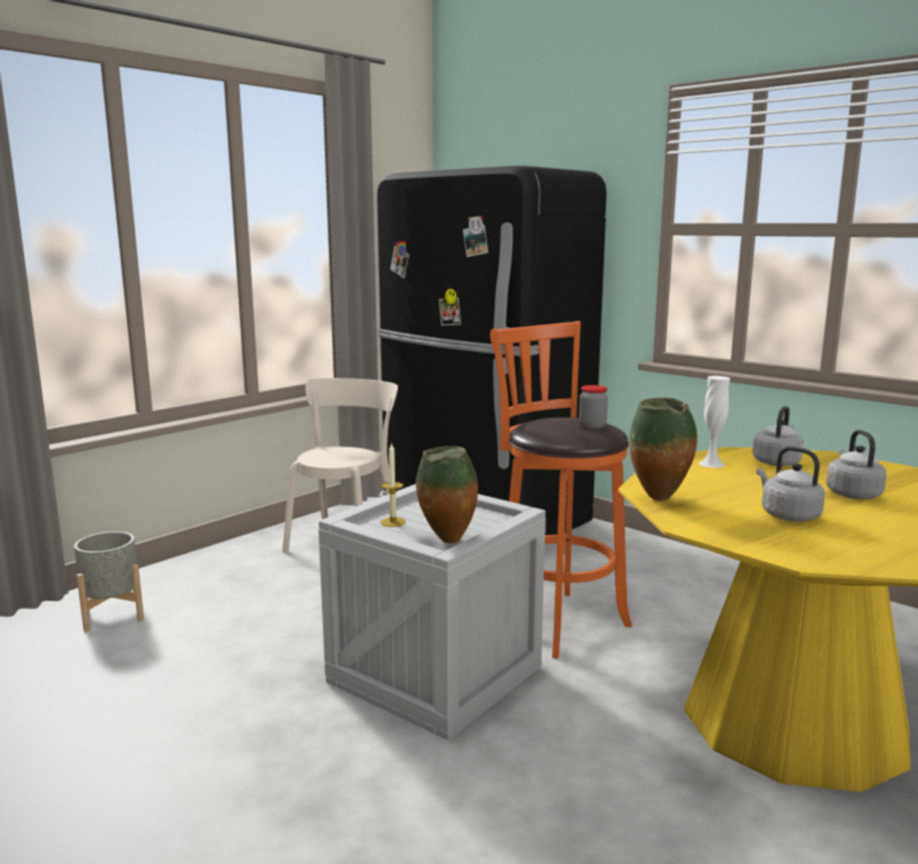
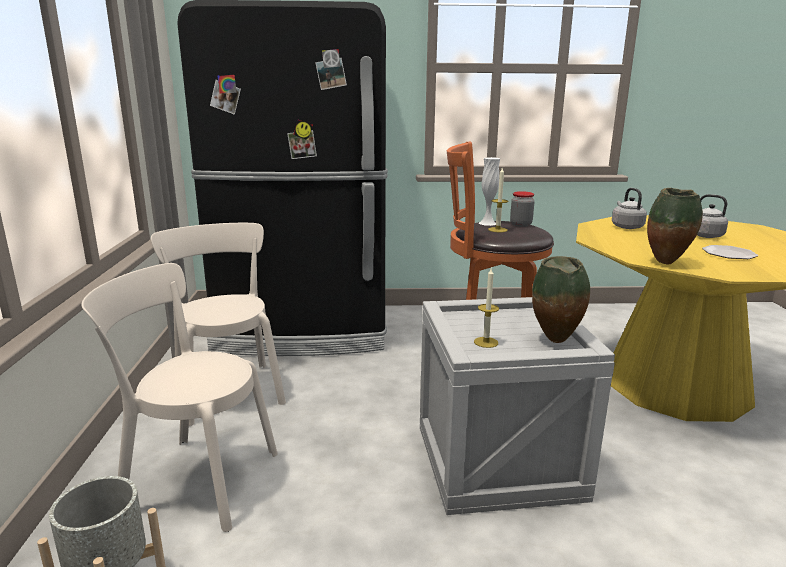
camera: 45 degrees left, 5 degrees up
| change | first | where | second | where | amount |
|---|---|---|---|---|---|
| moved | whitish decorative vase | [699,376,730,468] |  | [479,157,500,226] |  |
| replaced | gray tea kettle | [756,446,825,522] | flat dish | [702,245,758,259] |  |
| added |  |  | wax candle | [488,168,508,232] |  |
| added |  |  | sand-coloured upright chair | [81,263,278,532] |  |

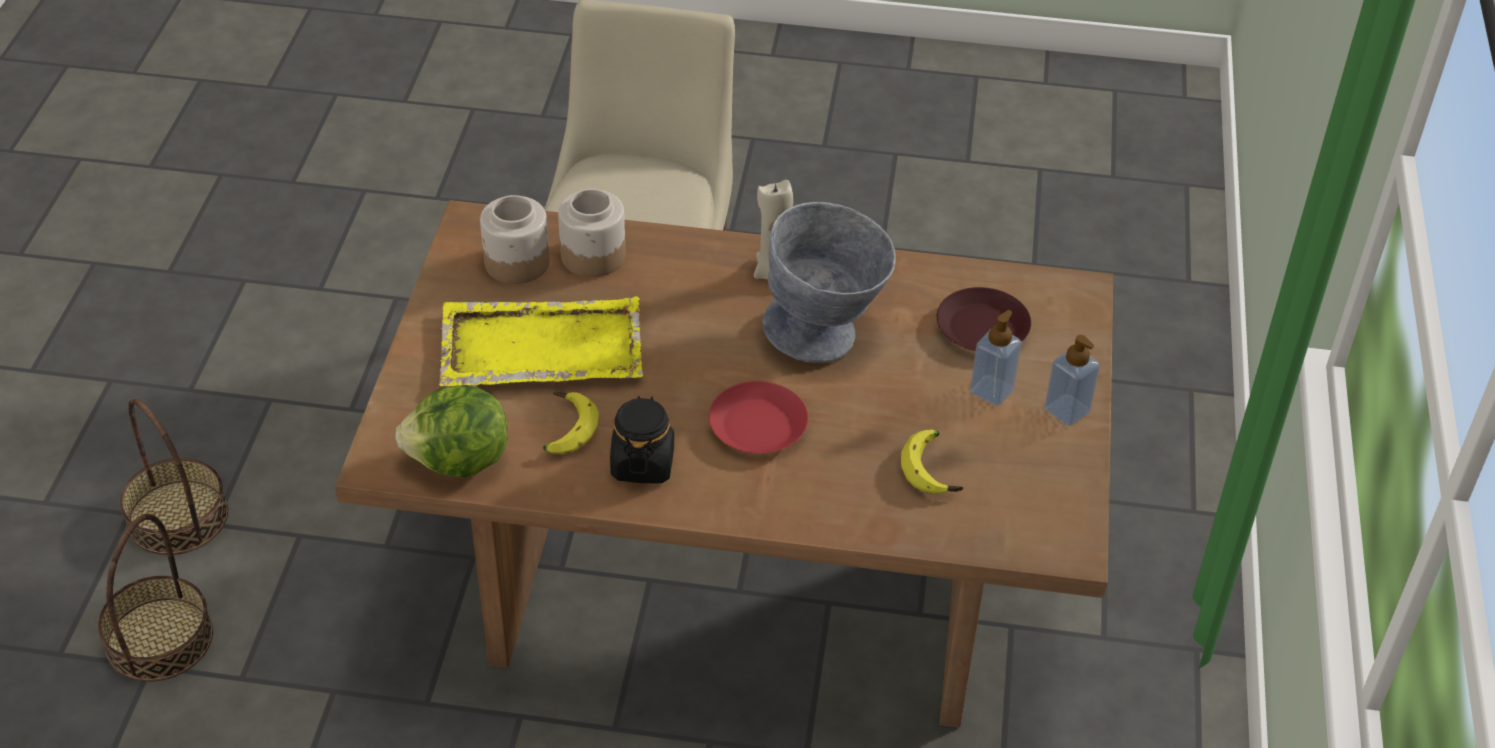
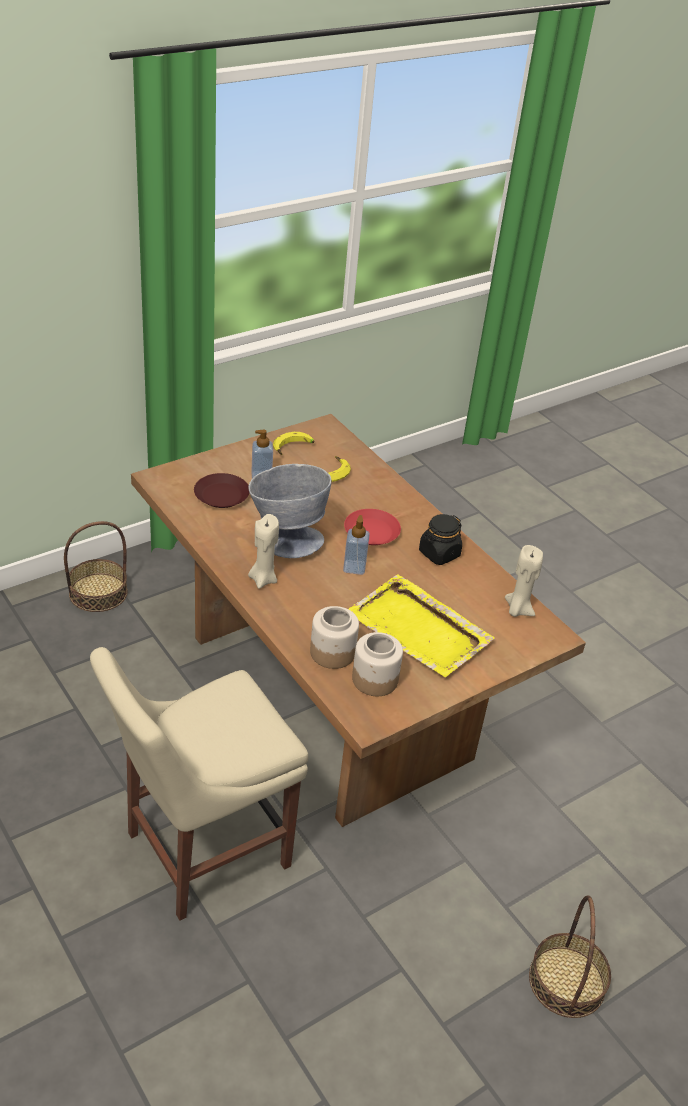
camera: 135 degrees left, 5 degrees down
| change | first | where | second | where | amount |
|---|---|---|---|---|---|
| moved | soap bottle | [1044,335,1100,426] |  | [343,515,370,575] |  |
| replaced | lettuce | [395,385,508,478] | sand-coloured wax candle | [505,545,543,617] |  |
| moved | whole banana | [543,391,599,454] |  | [273,432,314,455] |  |
| moved | storage basket | [98,514,213,682] |  | [64,521,128,612] |  |

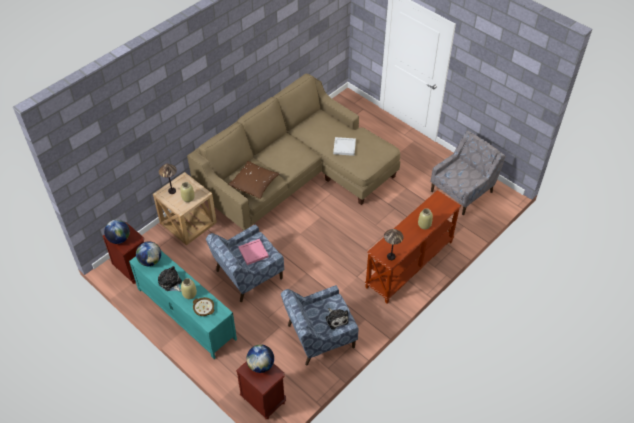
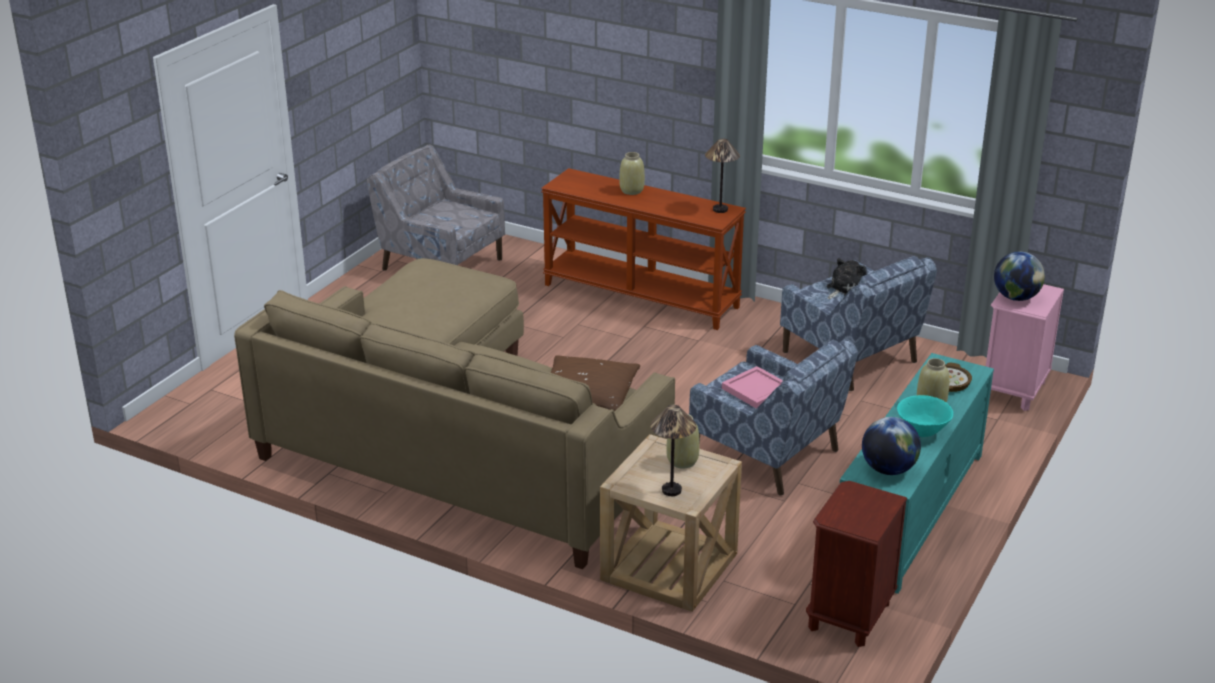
camera: 105 degrees left, 20 degrees down
| change | first | where | second | where | amount |
|---|---|---|---|---|---|
| removed | whitish tray | [333,137,356,156] |  |  |  |
| removed | world globe | [104,219,130,244] |  |  |  |
| replaced | soft toy | [158,266,182,292] | turquoise-coloured serving bowl | [897,395,953,437] |  |
| recoloured | brownish nightstand | [236,361,286,419] | pinkish nightstand | [986,284,1064,411] |  |

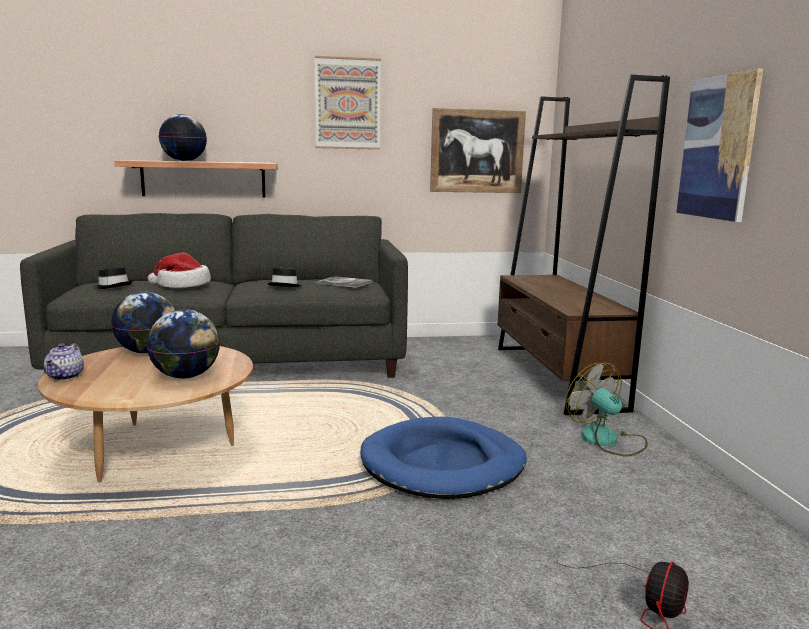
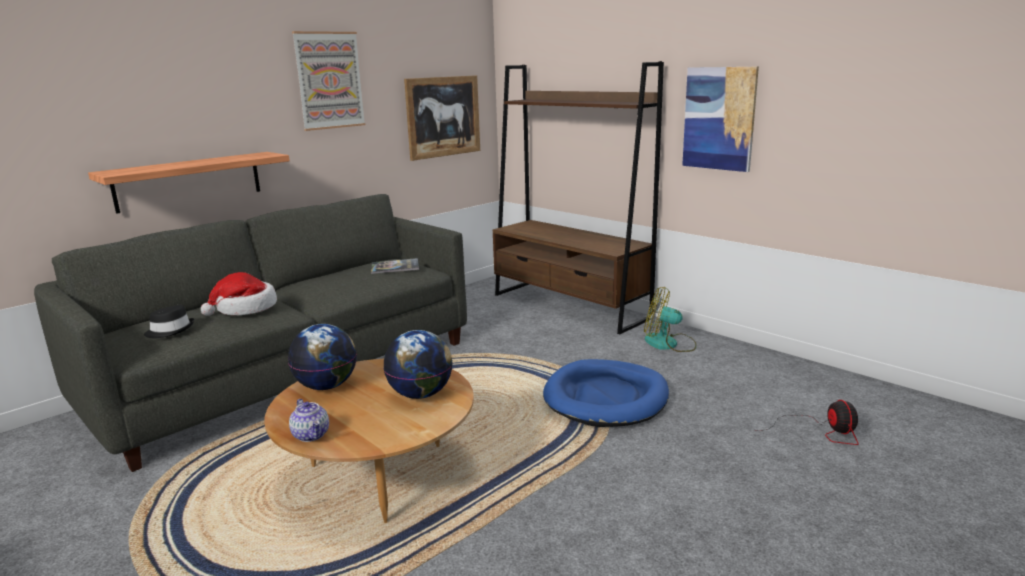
camera: 35 degrees left, 5 degrees up
| change | first | where | second | where | amount |
|---|---|---|---|---|---|
| removed | world globe | [159,114,207,161] |  |  |  |
| removed | black clothing hat | [267,268,302,287] |  |  |  |

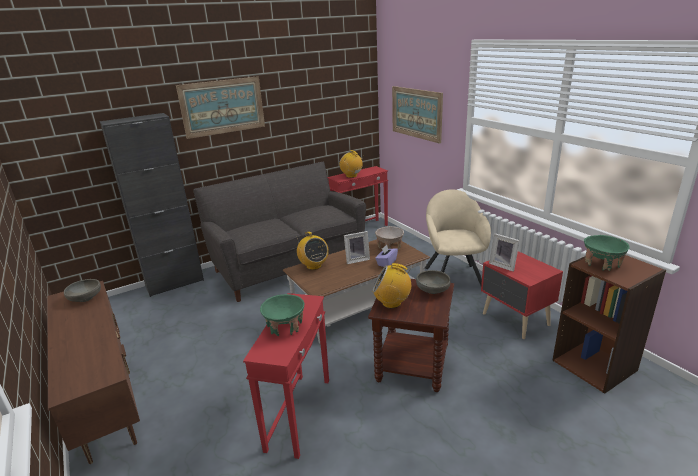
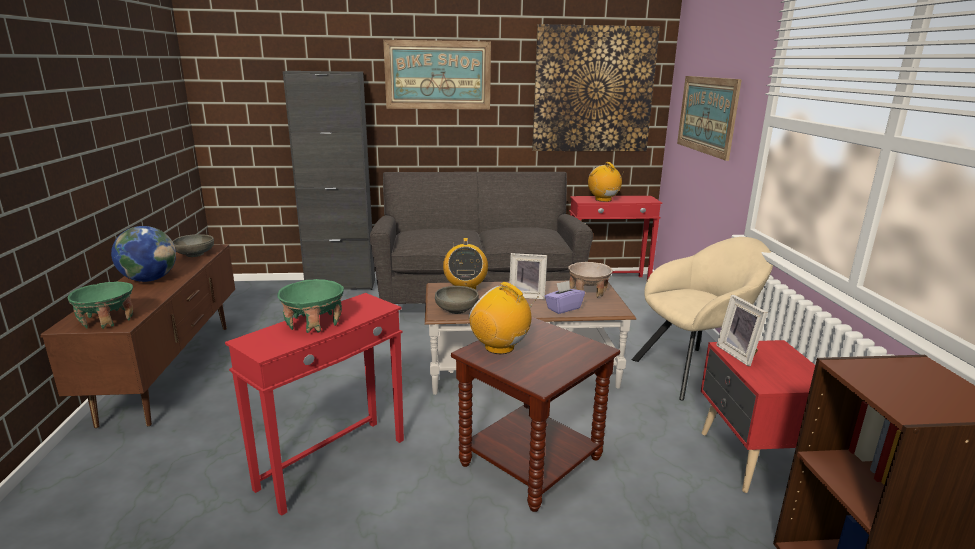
camera: 25 degrees right, 5 degrees down
| change | first | where | second | where | amount |
|---|---|---|---|---|---|
| turned | sand-coloured easy chair | [425,189,491,285] |  | [632,237,773,401] | 45 degrees clockwise |
| moved | green serving bowl | [584,235,630,271] |  | [67,282,133,329] |  |
| moved | gray serving bowl | [416,270,451,294] |  | [435,286,479,314] |  |
| added |  |  | wall art | [532,24,660,151] |  |
| added |  |  | world globe | [111,226,176,282] |  |

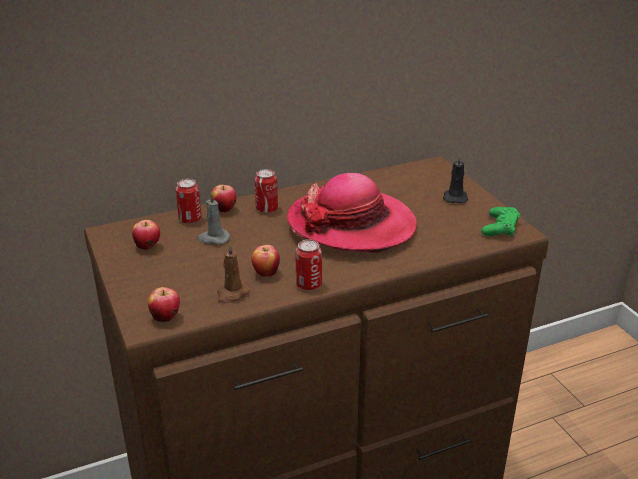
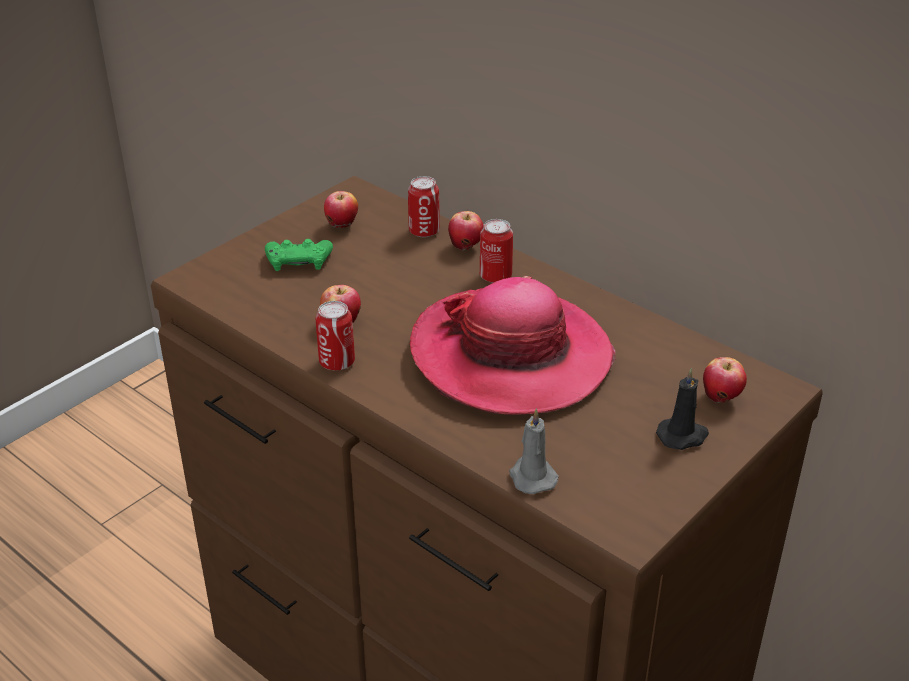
camera: 65 degrees right, 5 degrees up
| change | first | where | second | where | amount |
|---|---|---|---|---|---|
| moved | gray wax candle | [197,192,230,245] |  | [509,408,559,494] |  |
| moved | green game controller | [481,207,520,237] |  | [265,239,333,271] |  |
| removed | brownish wax candle | [217,243,250,304] |  |  |  |
| moved | apple fruit | [148,287,180,322] |  | [703,357,747,403] |  |

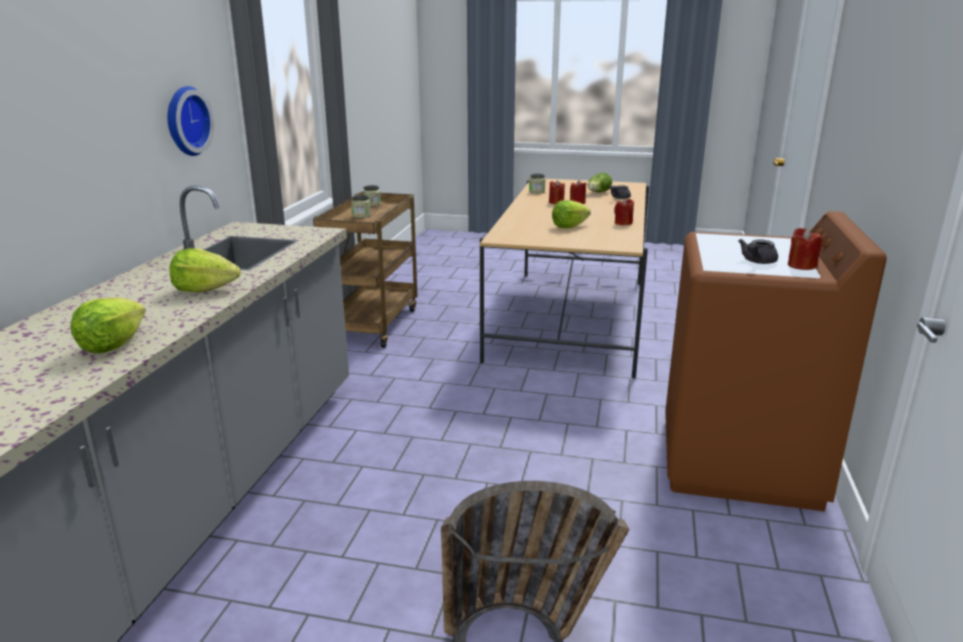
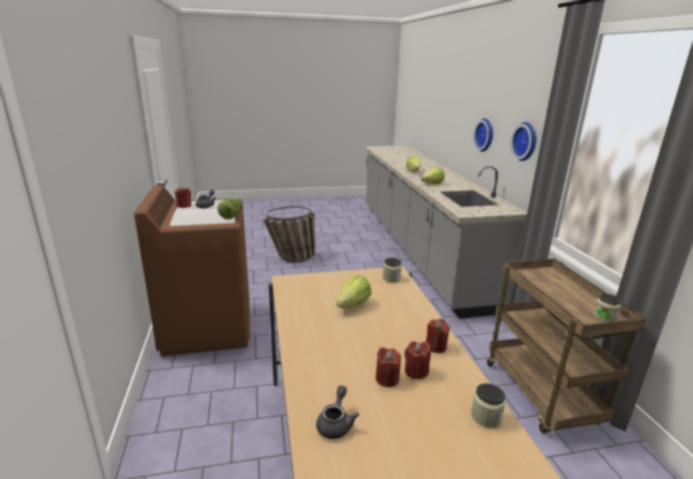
camera: 155 degrees right, 0 degrees up
| change | first | where | second | where | amount |
|---|---|---|---|---|---|
| moved | lettuce | [588,172,612,193] |  | [217,198,242,219] |  |
| moved | jar | [351,195,371,218] |  | [383,258,402,282] |  |
| moved | reddish wax candle | [614,198,634,225] |  | [426,319,450,353] |  |
| added |  |  | hanging clock | [474,118,493,152] |  |

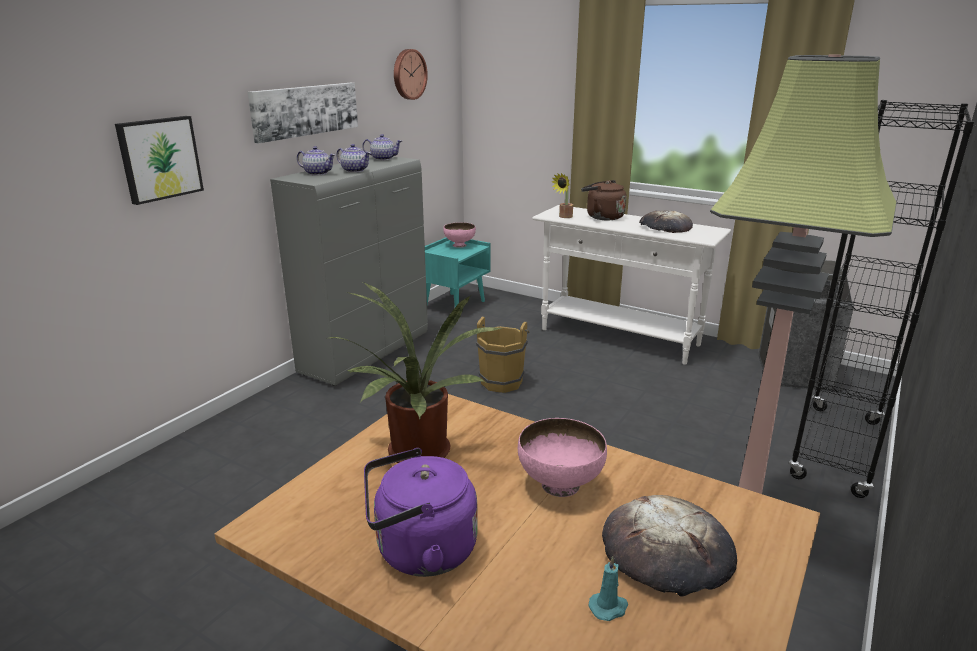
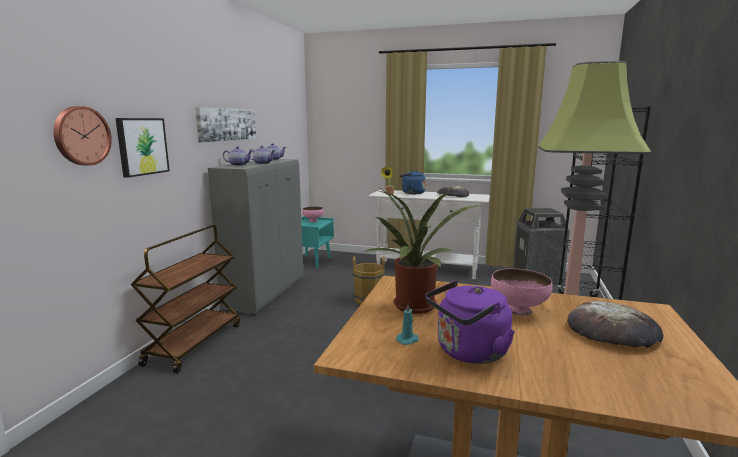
camera: 15 degrees left, 10 degrees down
| change | first | where | second | where | amount |
|---|---|---|---|---|---|
| moved | hanging clock | [394,49,428,100] |  | [53,106,112,166] |  |
| recoloured | brownish tea kettle | [581,180,626,220] | blue-coloured tea kettle | [399,170,426,194] |  |
| moved | turquoise-coloured wax candle | [588,556,628,621] |  | [396,303,419,345] |  |
| added |  |  | brownish trolley | [130,225,240,373] |  |

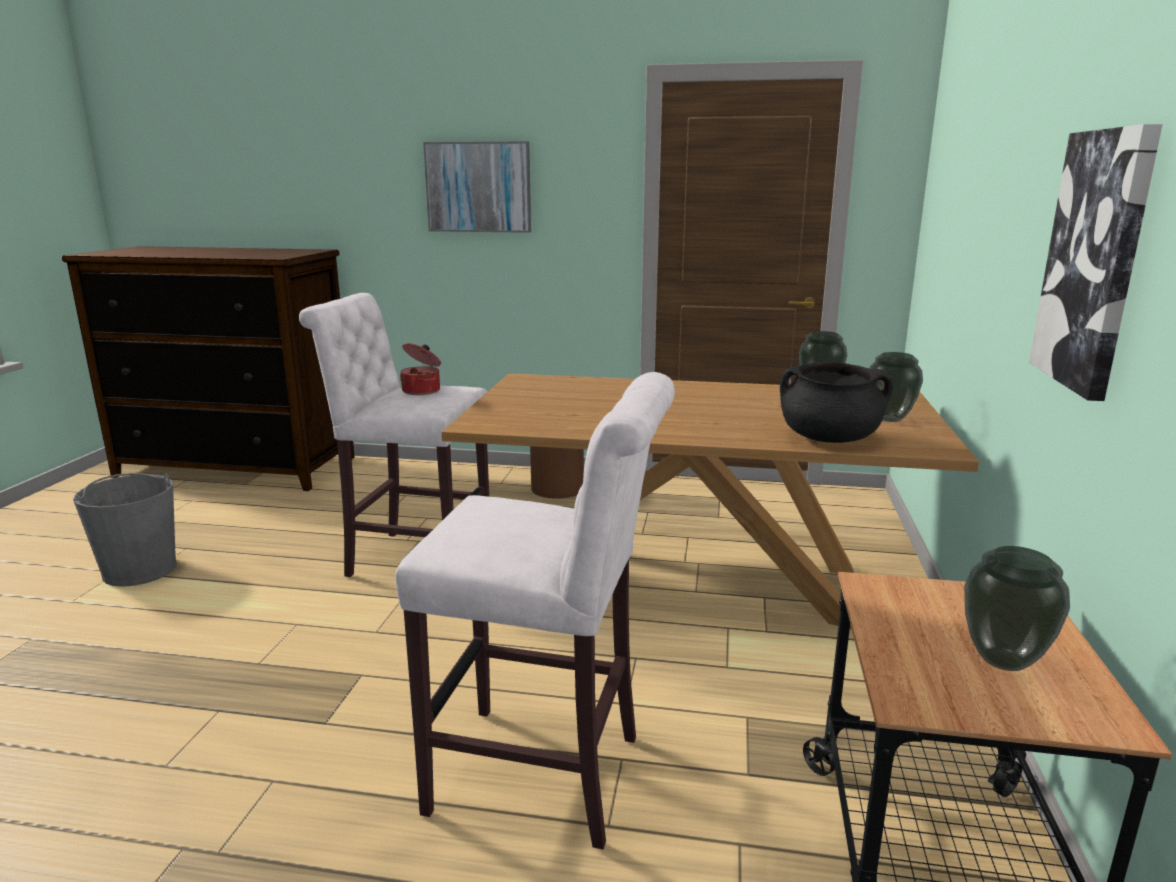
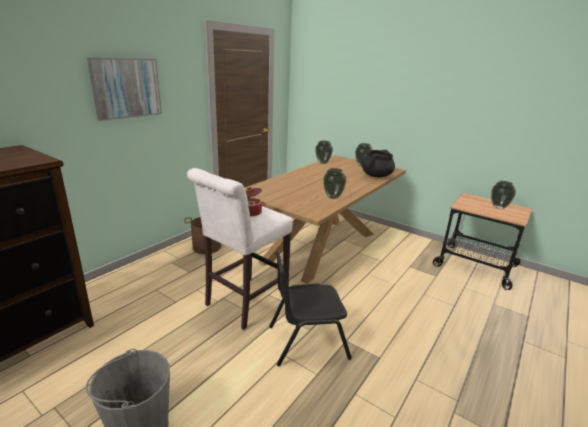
camera: 65 degrees left, 5 degrees up
| change | first | where | second | where | amount |
|---|---|---|---|---|---|
| removed | wall art | [1029,124,1163,401] |  |  |  |
| removed | whitish stool | [395,372,675,849] |  |  |  |
| added |  |  | decorative vase | [323,168,346,199] |  |
| added |  |  | black upright chair | [269,252,352,366] |  |

